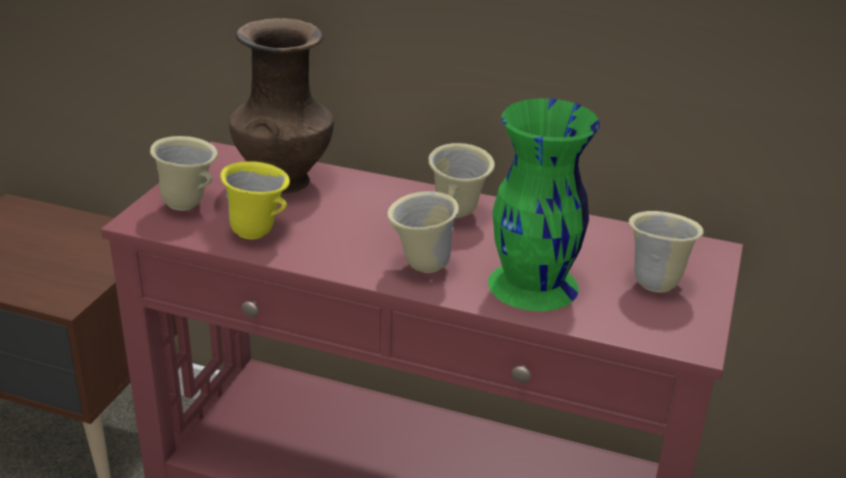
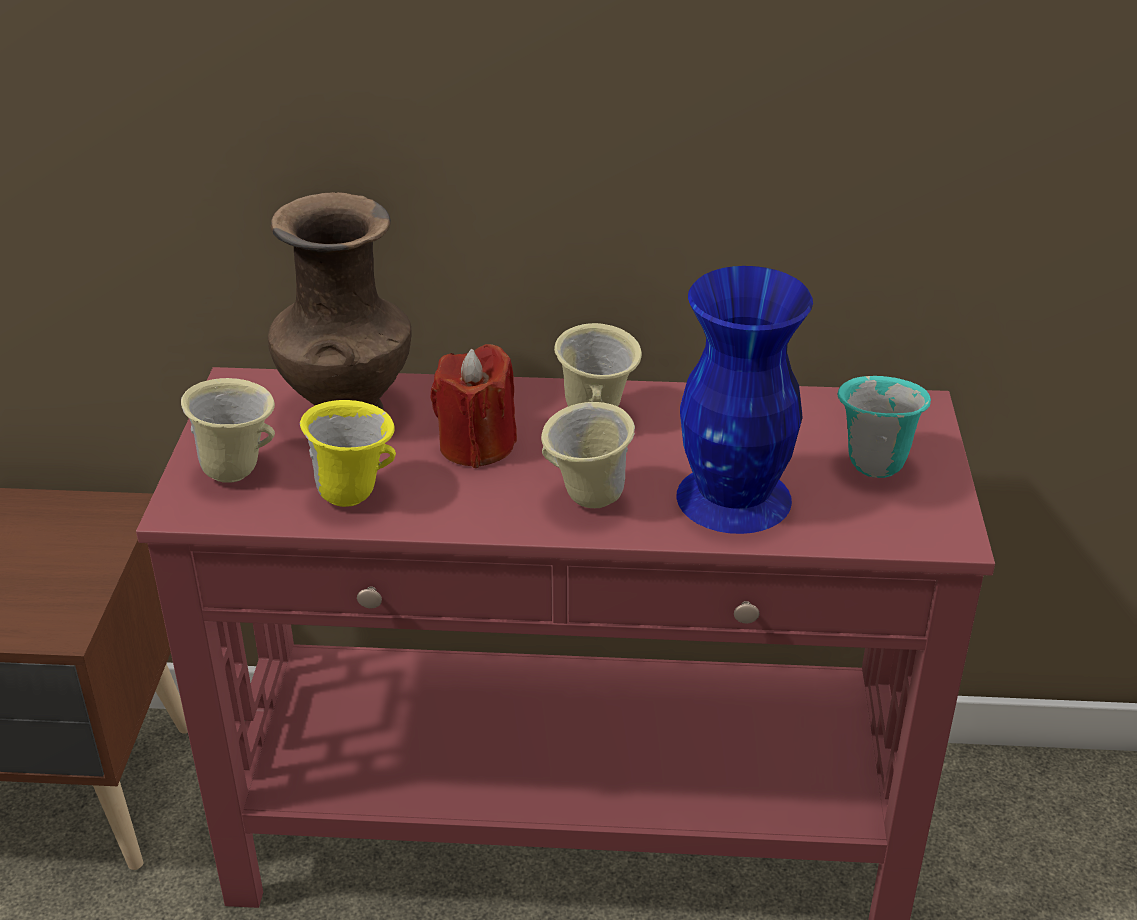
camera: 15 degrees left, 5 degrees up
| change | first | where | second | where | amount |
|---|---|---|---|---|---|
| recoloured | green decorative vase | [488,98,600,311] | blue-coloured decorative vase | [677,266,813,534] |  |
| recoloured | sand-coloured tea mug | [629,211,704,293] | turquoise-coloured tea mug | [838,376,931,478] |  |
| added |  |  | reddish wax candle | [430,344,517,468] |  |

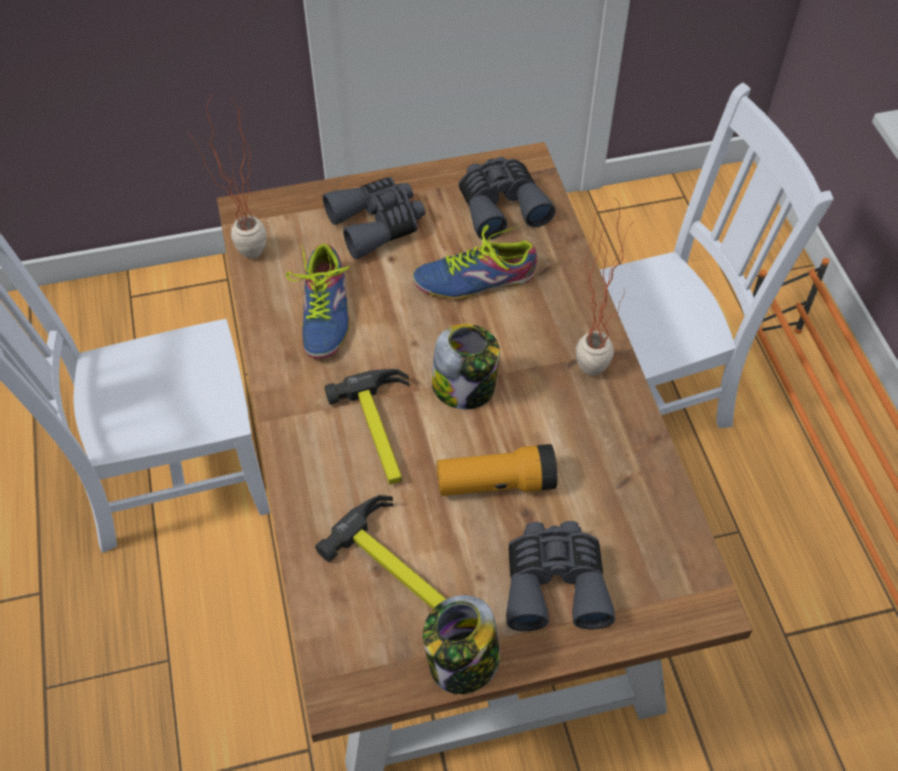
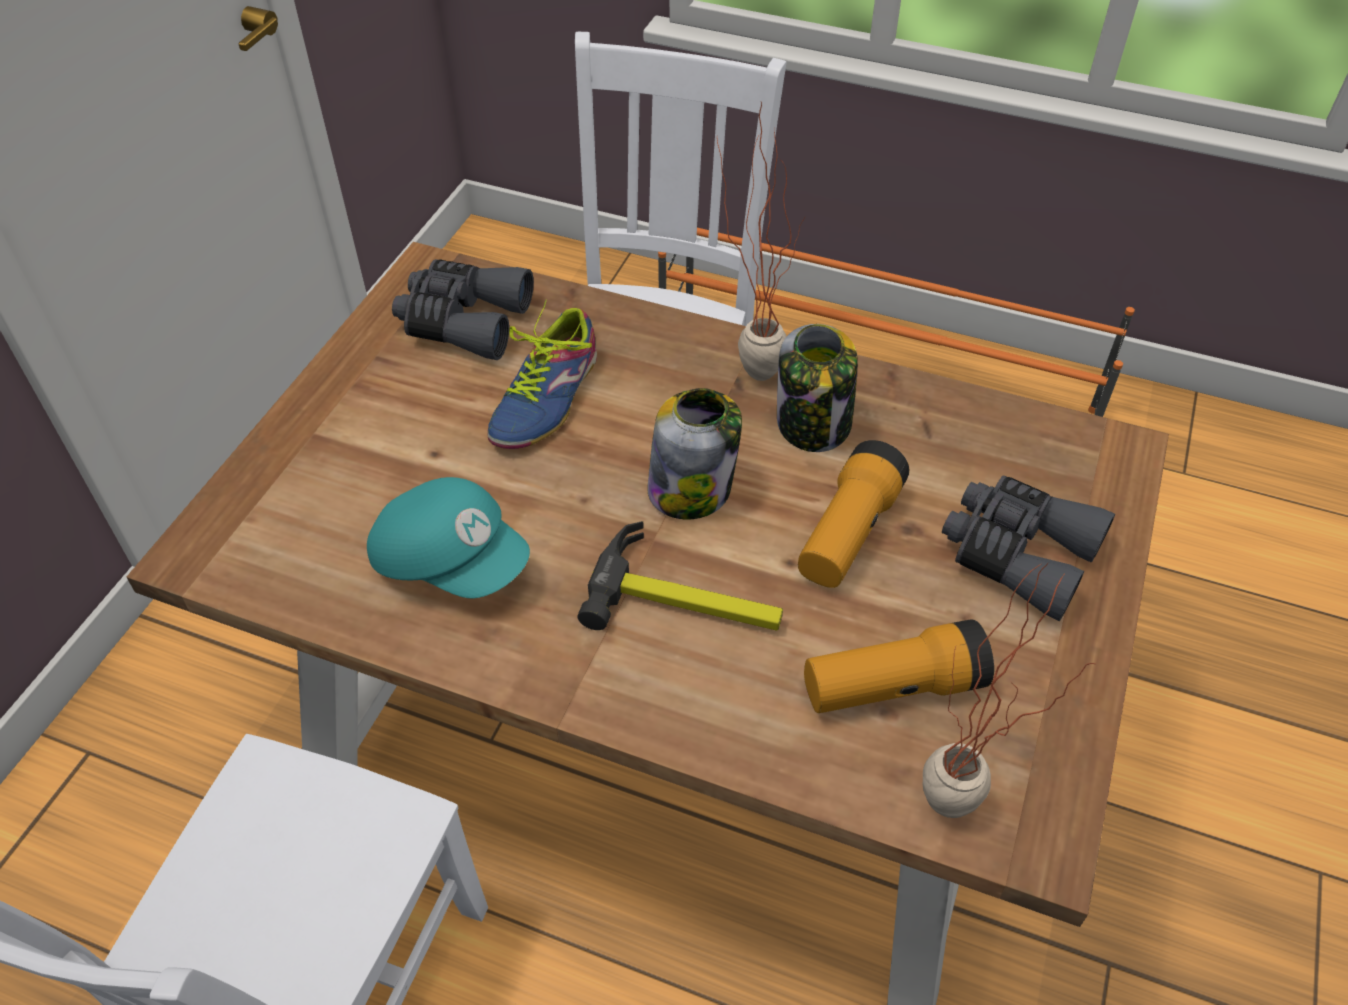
camera: 55 degrees left, 5 degrees down
| change | first | where | second | where | amount |
|---|---|---|---|---|---|
| moved | houseplant | [187,96,266,259] |  | [923,563,1095,818] |  |
| removed | gray binoculars | [323,177,425,259] |  |  |  |
| replaced | item of footwear | [286,244,350,359] | turquoise-coloured baseball cap | [367,477,530,598] |  |
| replaced | tool hammer | [315,495,446,609] | torch | [804,620,994,713] |  |
| moved | jar | [423,595,500,694] |  | [777,324,858,452] |  |

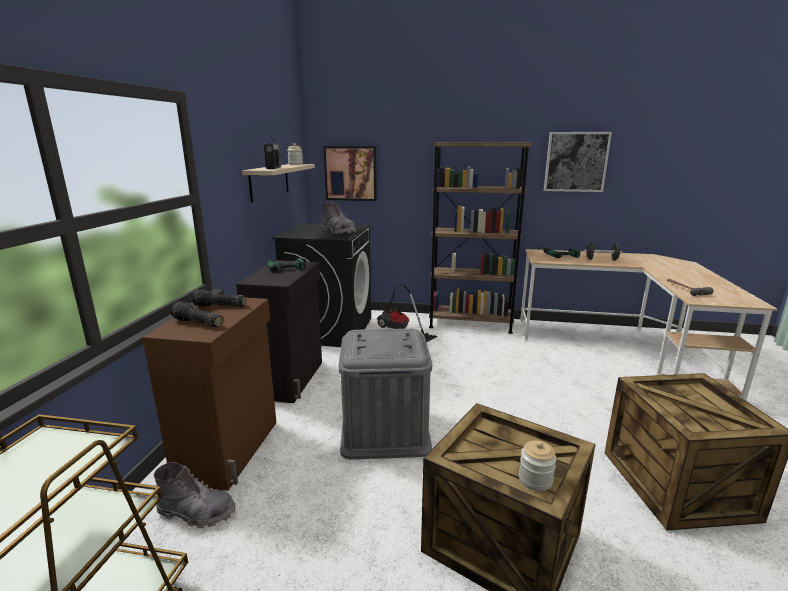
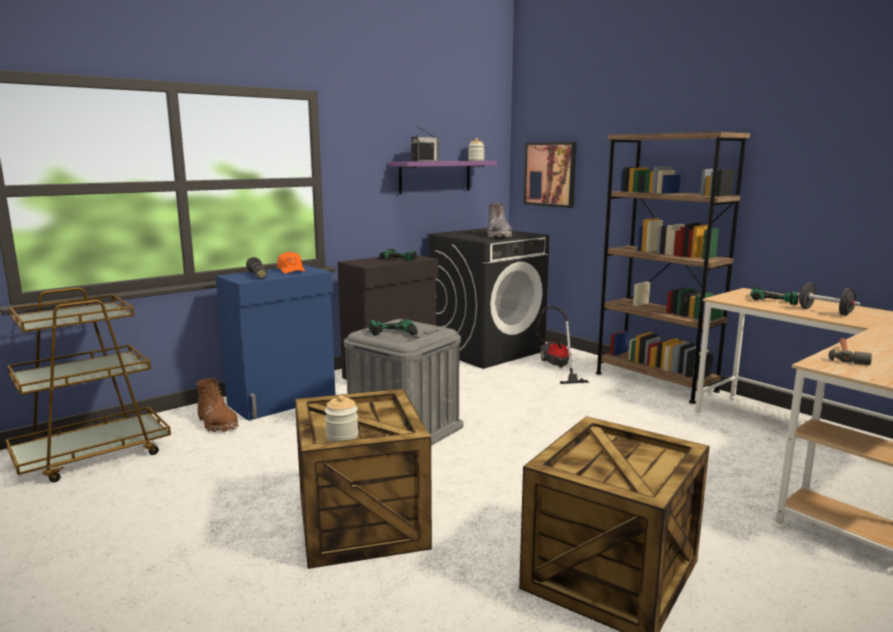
camera: 40 degrees right, 5 degrees down
| change | first | where | second | where | amount |
|---|---|---|---|---|---|
| removed | wall art | [544,132,612,192] |  |  |  |
| recoloured | sand-coloured wall shelf | [242,164,315,202] | purplish wall shelf | [389,161,497,194] |  |
| replaced | torch | [192,289,246,307] | orangey baseball cap | [277,251,306,274] |  |
| recoloured | brownish cupboard | [142,298,277,491] | blue-coloured cupboard | [216,265,335,421] |  |
| recoloured | gray boot | [154,462,236,528] | brownish boot | [196,378,238,432] |  |
| added |  |  | drill | [369,319,418,336] |  |

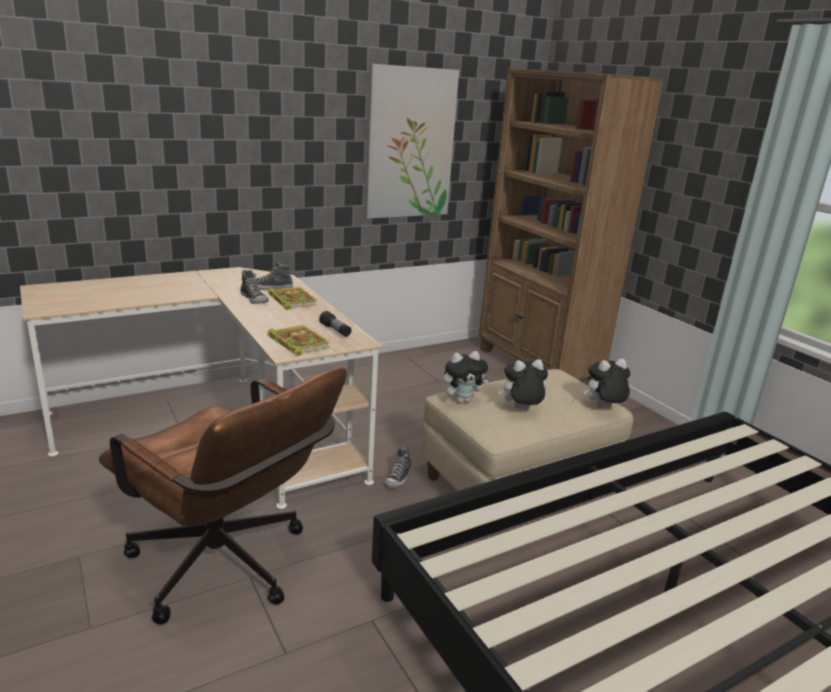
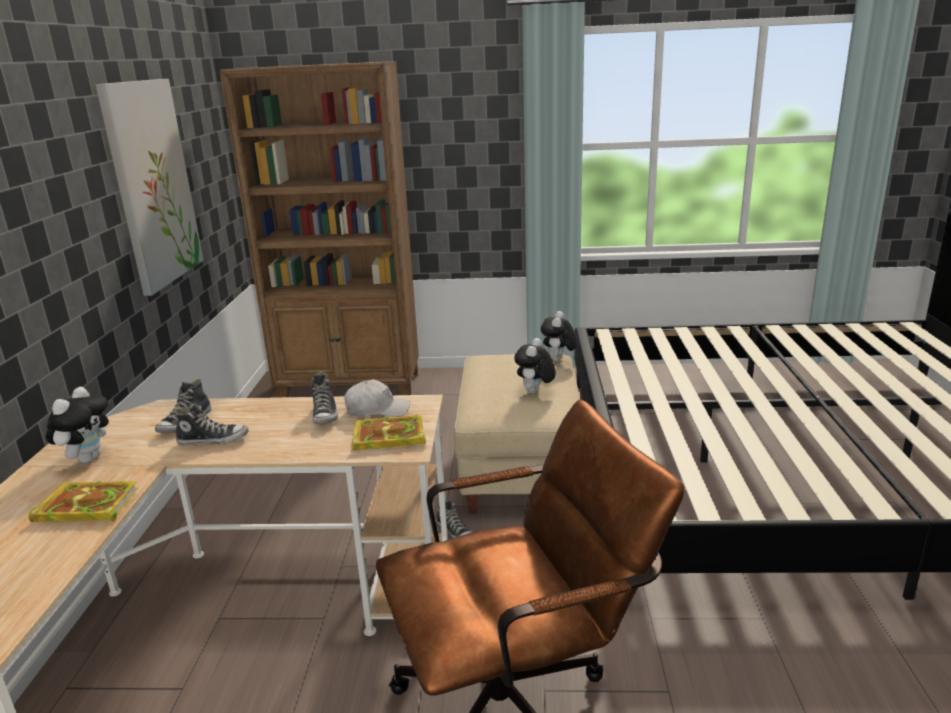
camera: 55 degrees left, 0 degrees up
| change | first | where | second | where | amount |
|---|---|---|---|---|---|
| moved | book | [268,287,317,310] |  | [29,481,139,522] |  |
| replaced | torch | [319,311,351,337] | whitish baseball cap | [344,379,410,417] |  |
| moved | soft toy | [443,351,489,403] |  | [46,387,109,463] |  |
| added |  |  | item of footwear | [312,371,338,425] |  |

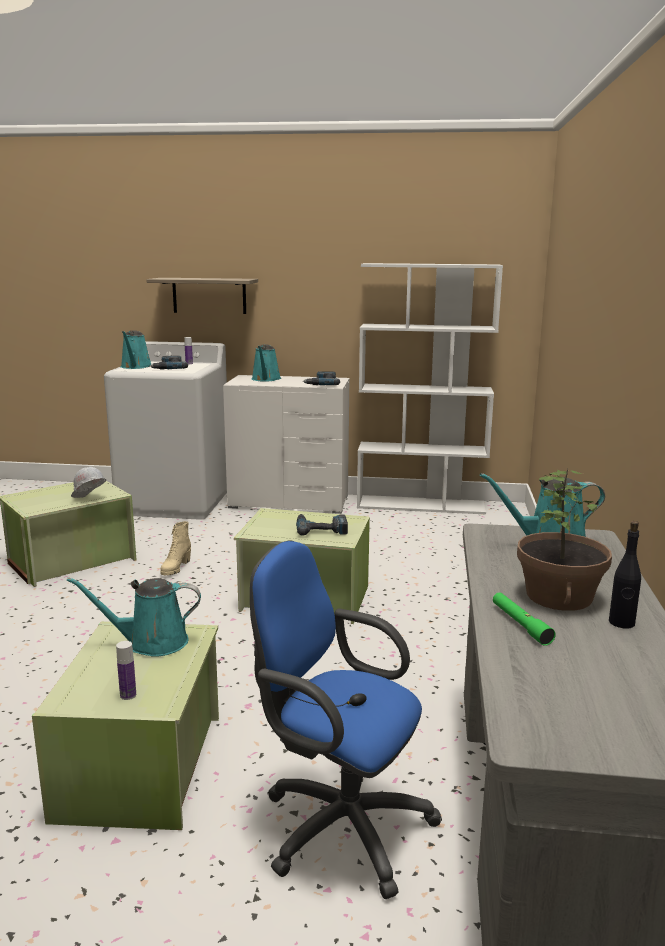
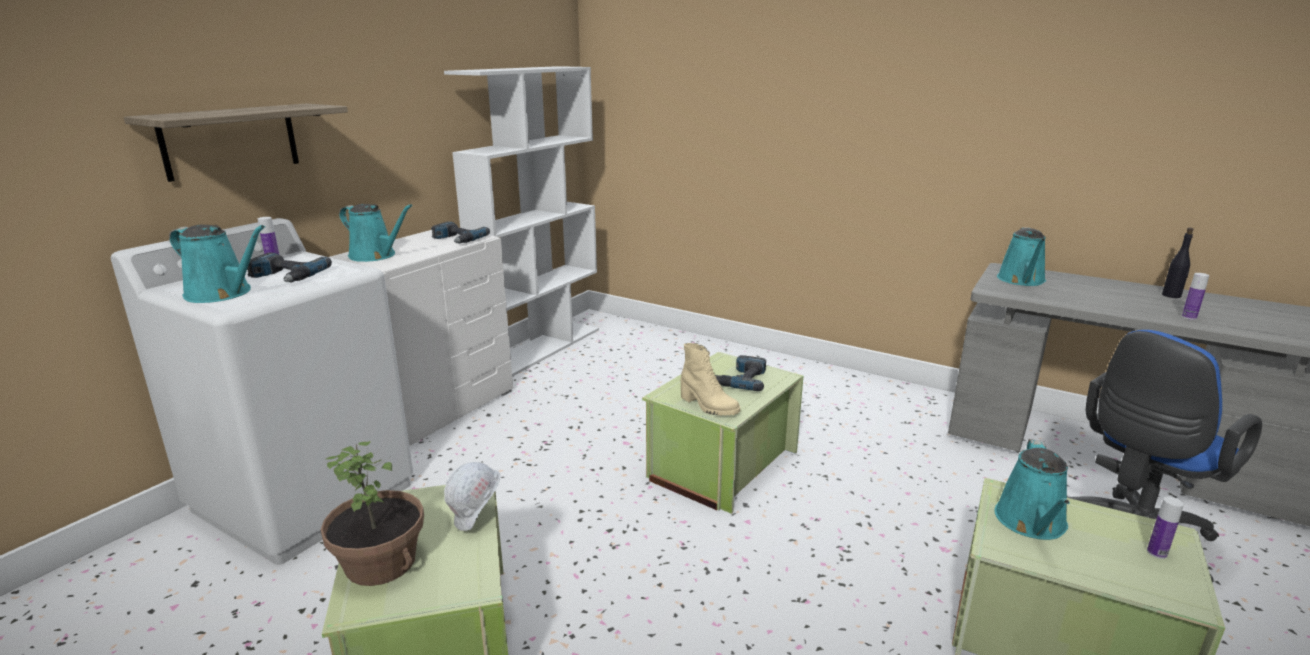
camera: 65 degrees left, 5 degrees up
| change | first | where | second | where | amount |
|---|---|---|---|---|---|
| moved | houseplant | [517,469,612,611] |  | [321,441,424,586] |  |
| moved | sand-coloured boot | [160,521,191,575] |  | [681,343,740,416] |  |
| replaced | green torch | [493,592,556,646] | drink bottle | [1182,273,1209,320] |  |

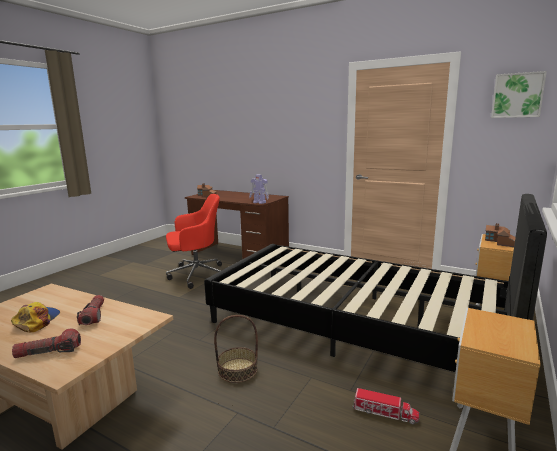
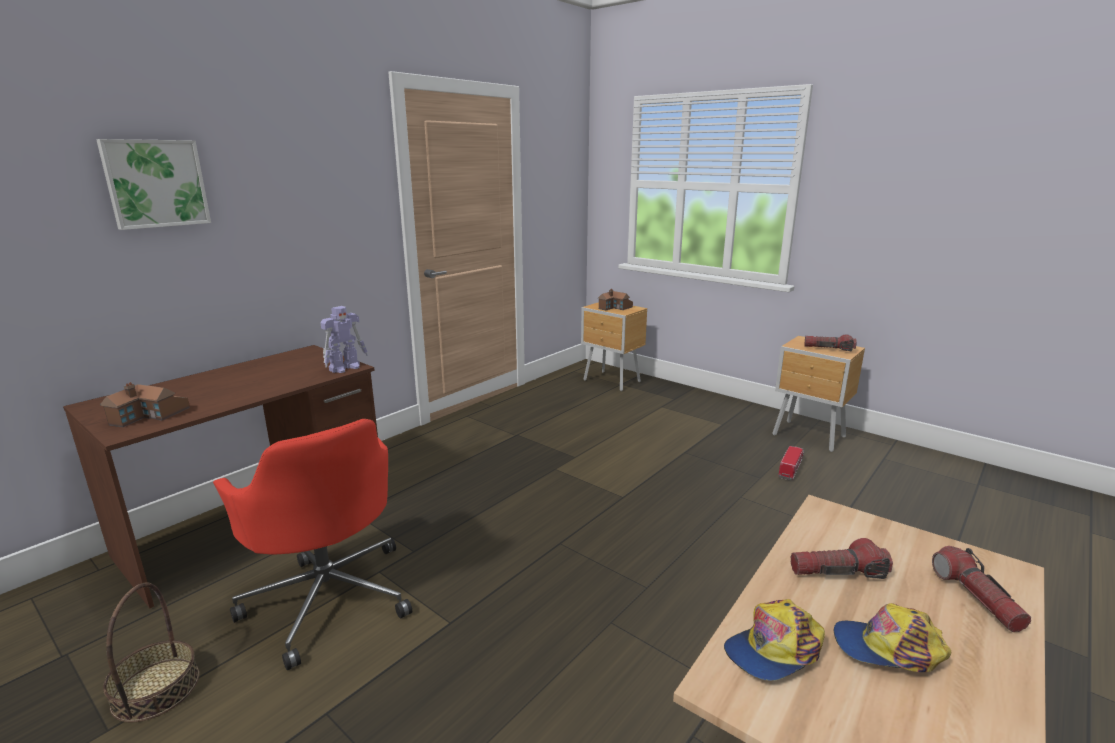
camera: 80 degrees left, 5 degrees up
| change | first | where | second | where | amount |
|---|---|---|---|---|---|
| moved | wall art | [491,71,547,118] |  | [96,139,211,230] |  |
| turned | reddish computer chair | [166,194,222,289] |  | [213,419,412,670] | 150 degrees clockwise |
| removed | black bed | [204,194,547,373] |  |  |  |
| moved | storage basket | [214,315,258,383] |  | [103,583,199,723] |  |
| added |  |  | torch | [805,334,857,351] |  |
| added |  |  | baseball cap | [724,599,825,681] |  |

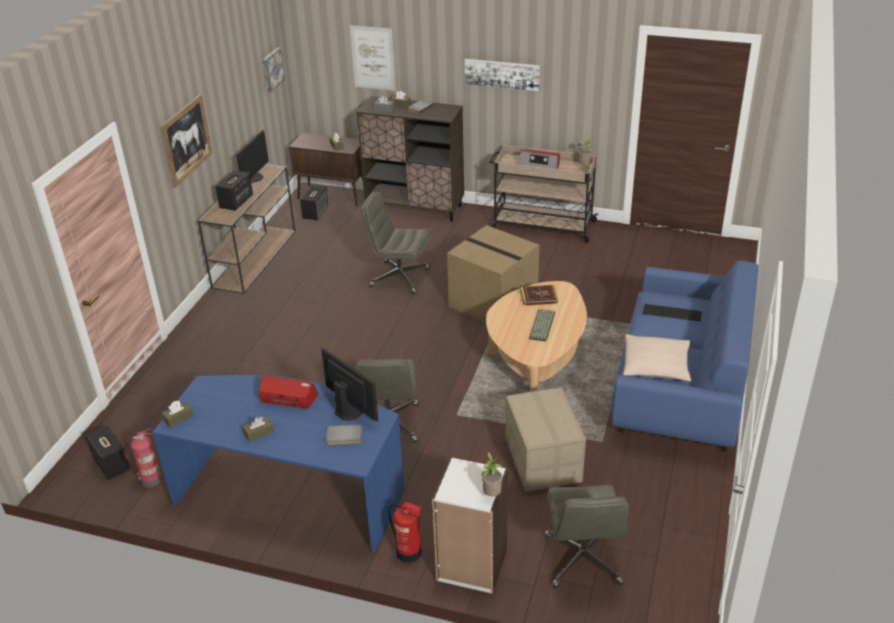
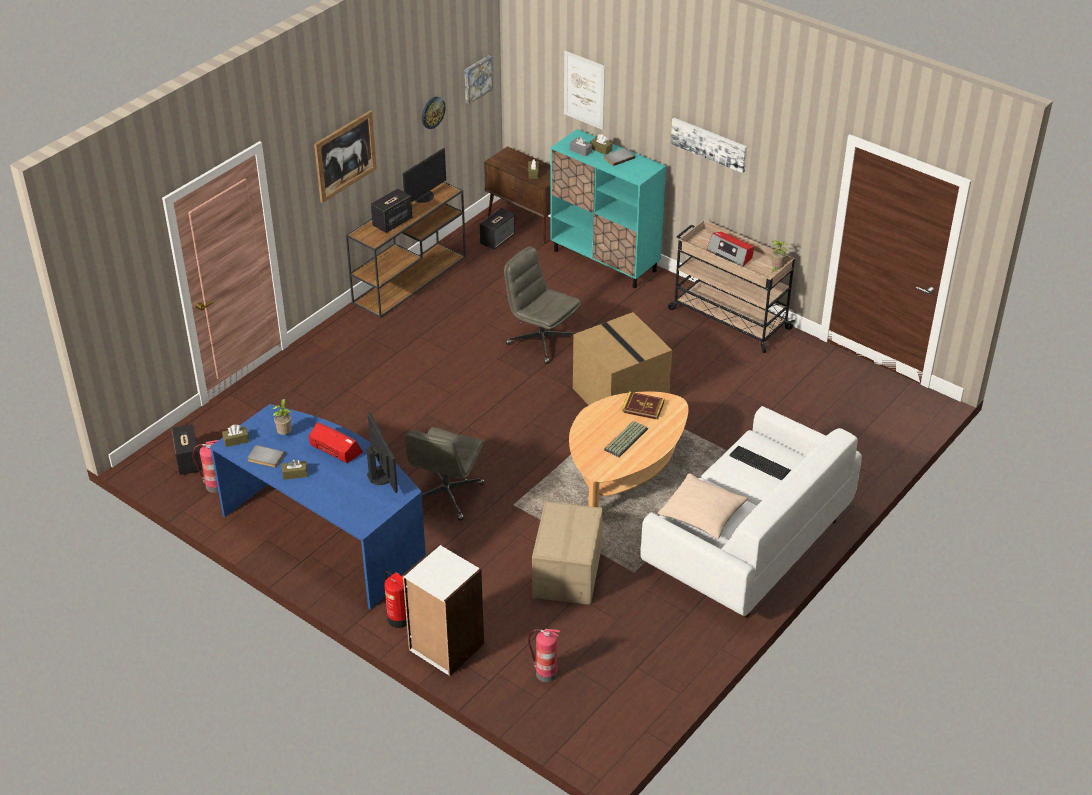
camera: 20 degrees right, 5 degrees up
| change | first | where | second | where | amount |
|---|---|---|---|---|---|
| recoloured | brownish cupboard | [357,96,464,222] | turquoise-coloured cupboard | [550,129,666,288] |  |
| recoloured | blue-coloured couch | [612,260,758,452] | whitish couch | [641,406,862,618] |  |
| moved | gray book | [326,424,362,445] |  | [247,445,285,468] |  |
| moved | houseplant | [481,452,503,496] |  | [273,399,292,435] |  |
| replaced | gray computer chair | [544,484,629,588] | extinguisher | [528,629,560,682] |  |
| added |  |  | hanging clock | [422,97,446,129] |  |

